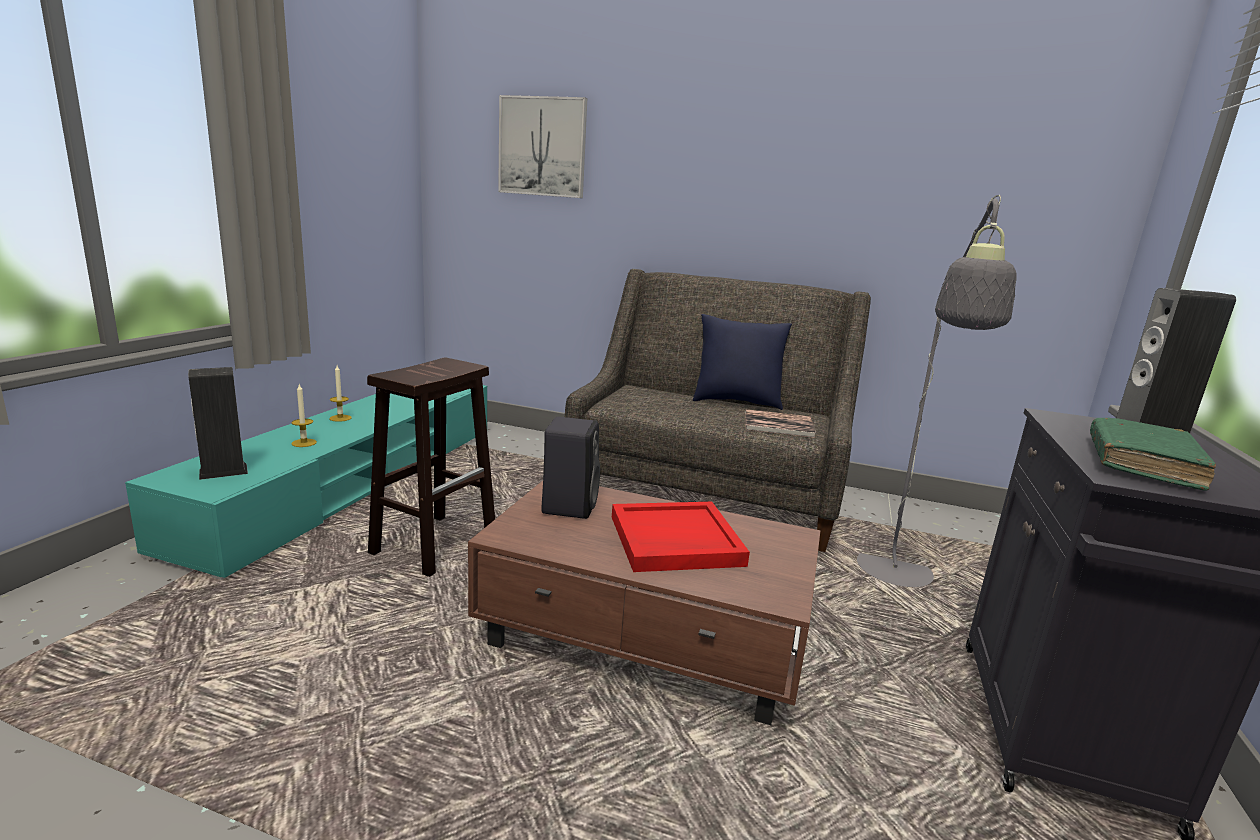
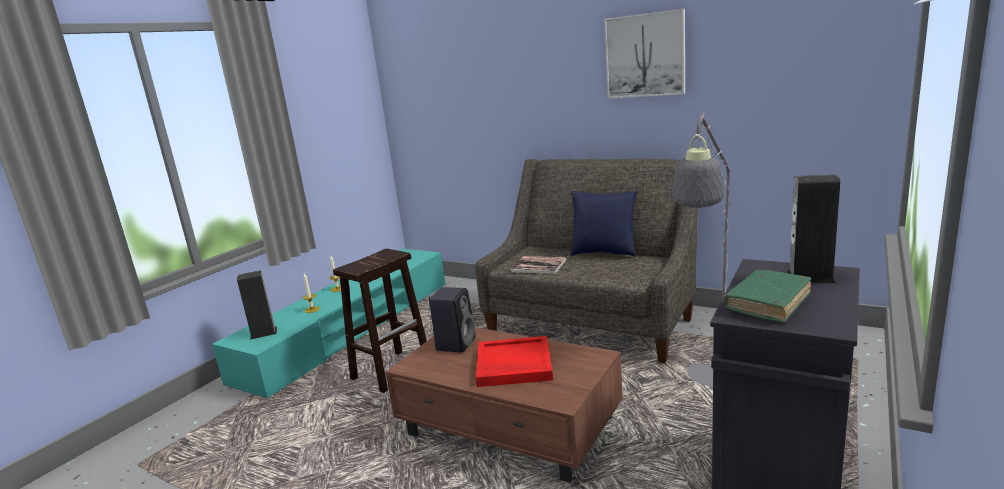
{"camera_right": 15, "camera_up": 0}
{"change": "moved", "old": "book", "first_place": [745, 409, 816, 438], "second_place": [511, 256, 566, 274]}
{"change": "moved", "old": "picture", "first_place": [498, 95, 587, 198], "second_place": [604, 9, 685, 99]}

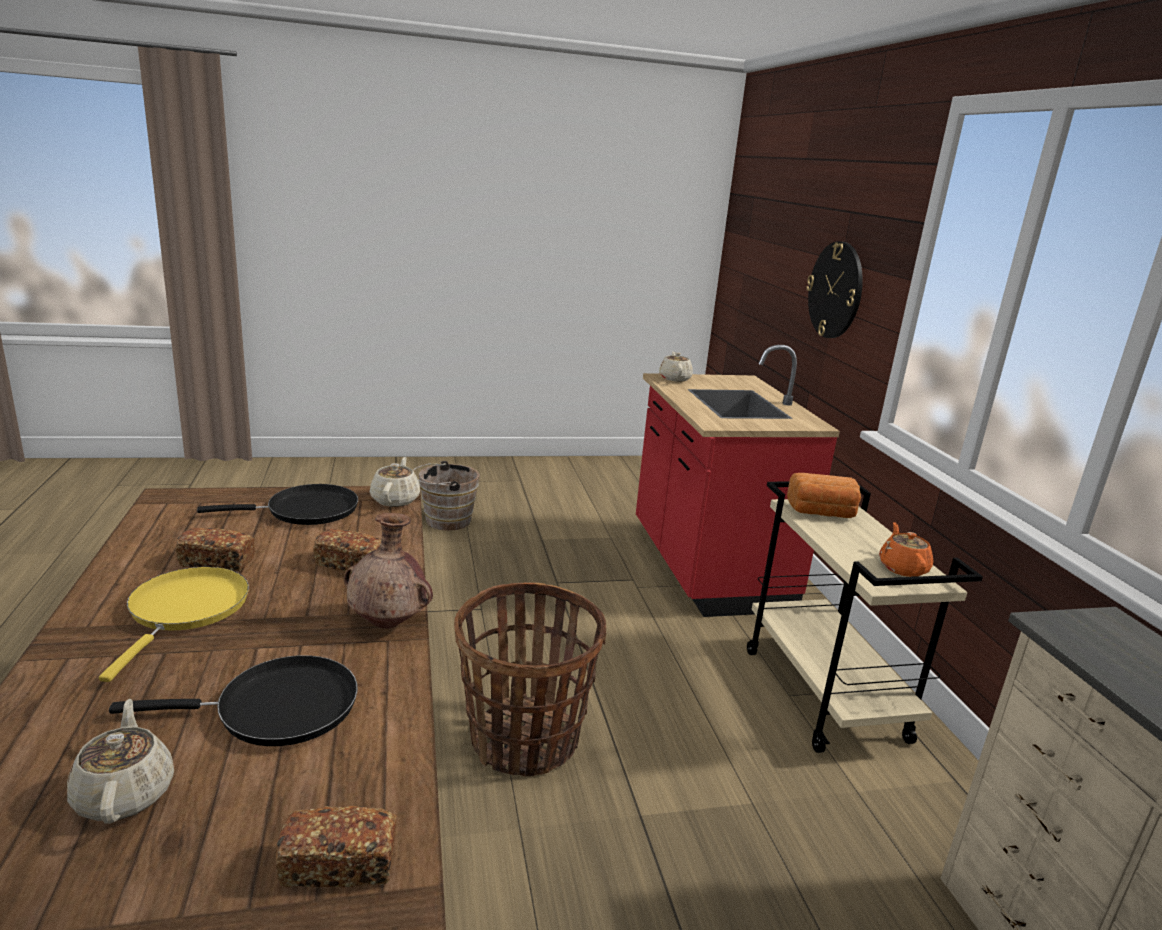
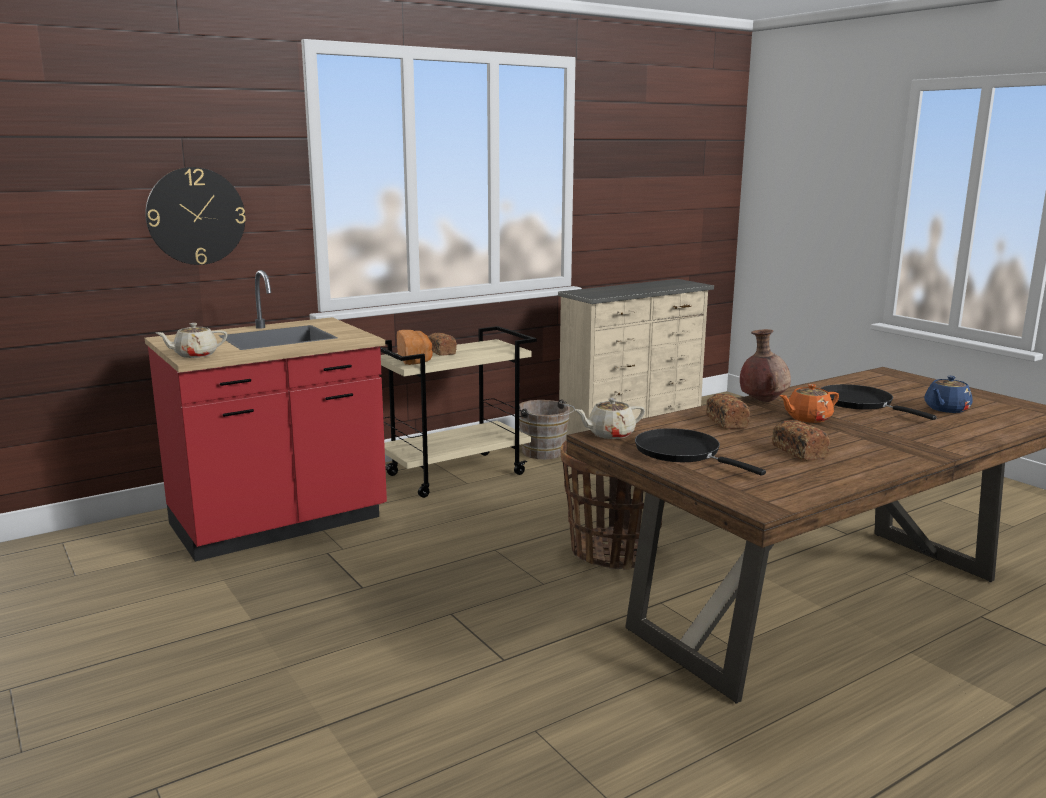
{"camera_right": -110, "camera_up": -5}
{"change": "moved", "old": "bread", "first_place": [276, 806, 397, 888], "second_place": [428, 333, 457, 356]}
{"change": "moved", "old": "brown bucket", "first_place": [413, 461, 480, 531], "second_place": [519, 399, 575, 459]}
{"change": "moved", "old": "orange teapot", "first_place": [879, 522, 933, 577], "second_place": [779, 384, 839, 423]}
{"change": "recoloured", "old": "beige teapot", "new": "blue teapot", "first_place": [67, 699, 174, 824], "second_place": [924, 376, 973, 413]}
{"change": "removed", "old": "yellow frying pan", "first_place": [99, 567, 249, 682]}

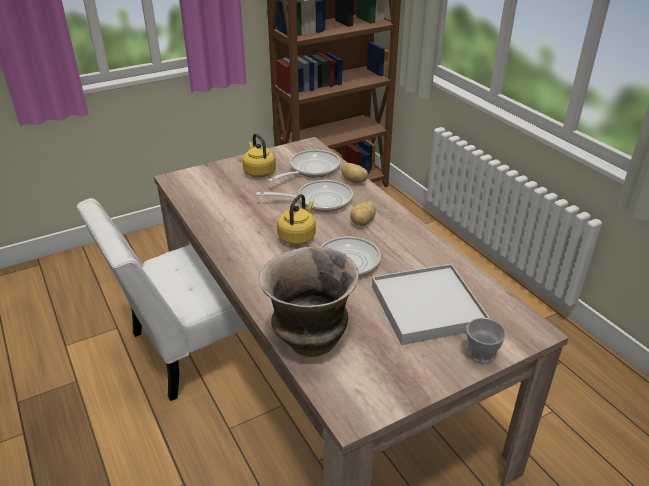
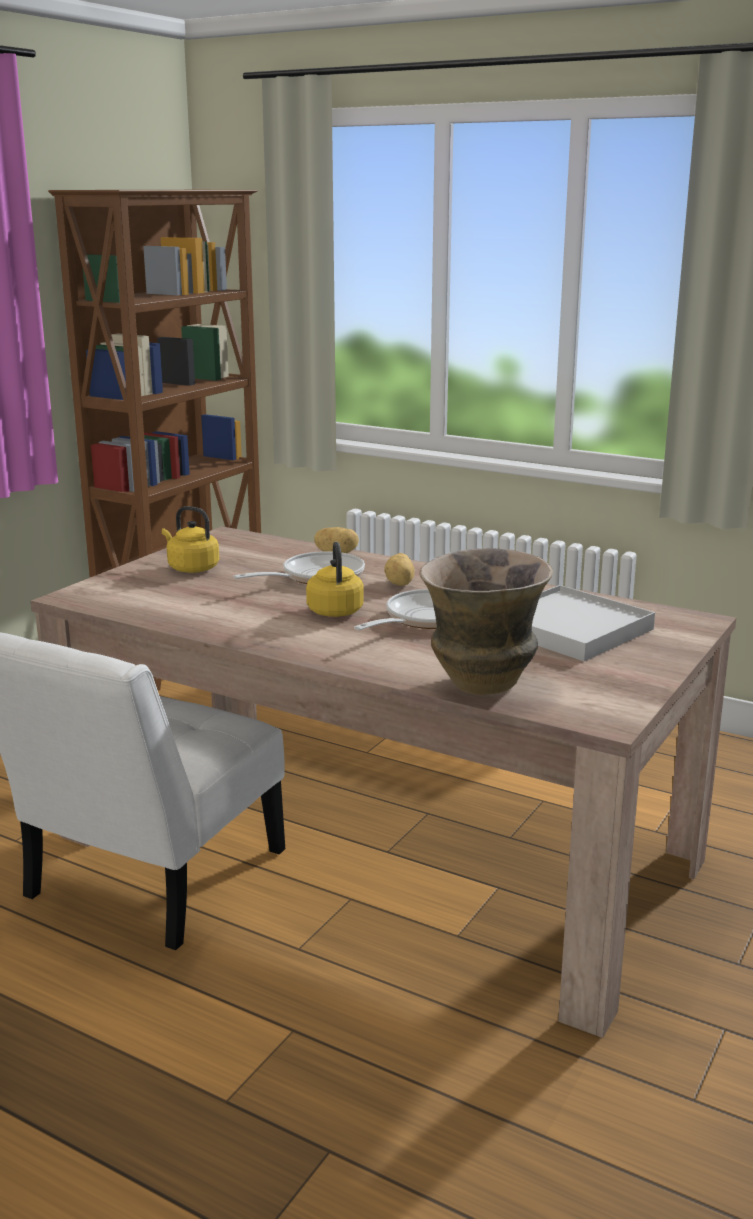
{"camera_right": -30, "camera_up": -15}
{"change": "removed", "old": "frying pan", "first_place": [268, 150, 340, 182]}
{"change": "removed", "old": "cup", "first_place": [466, 318, 506, 365]}

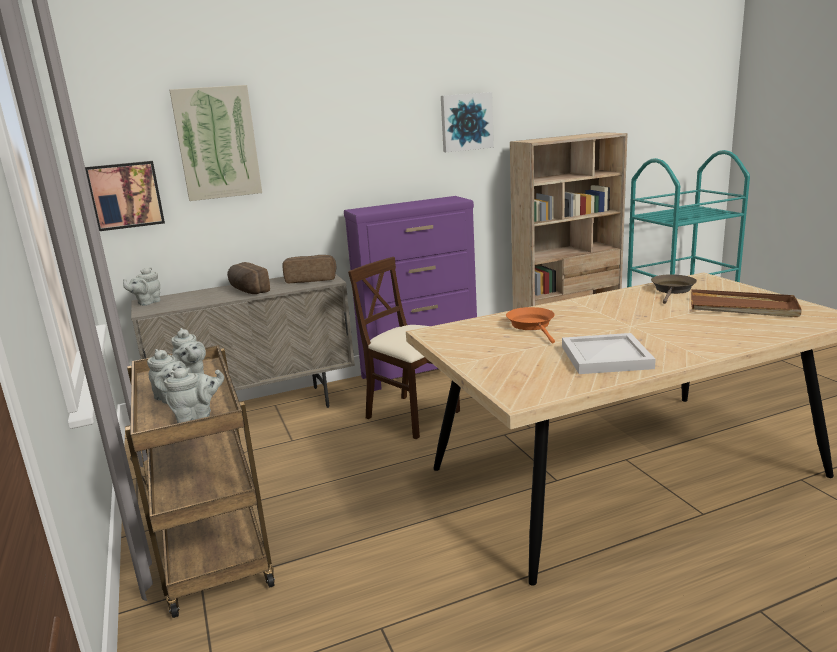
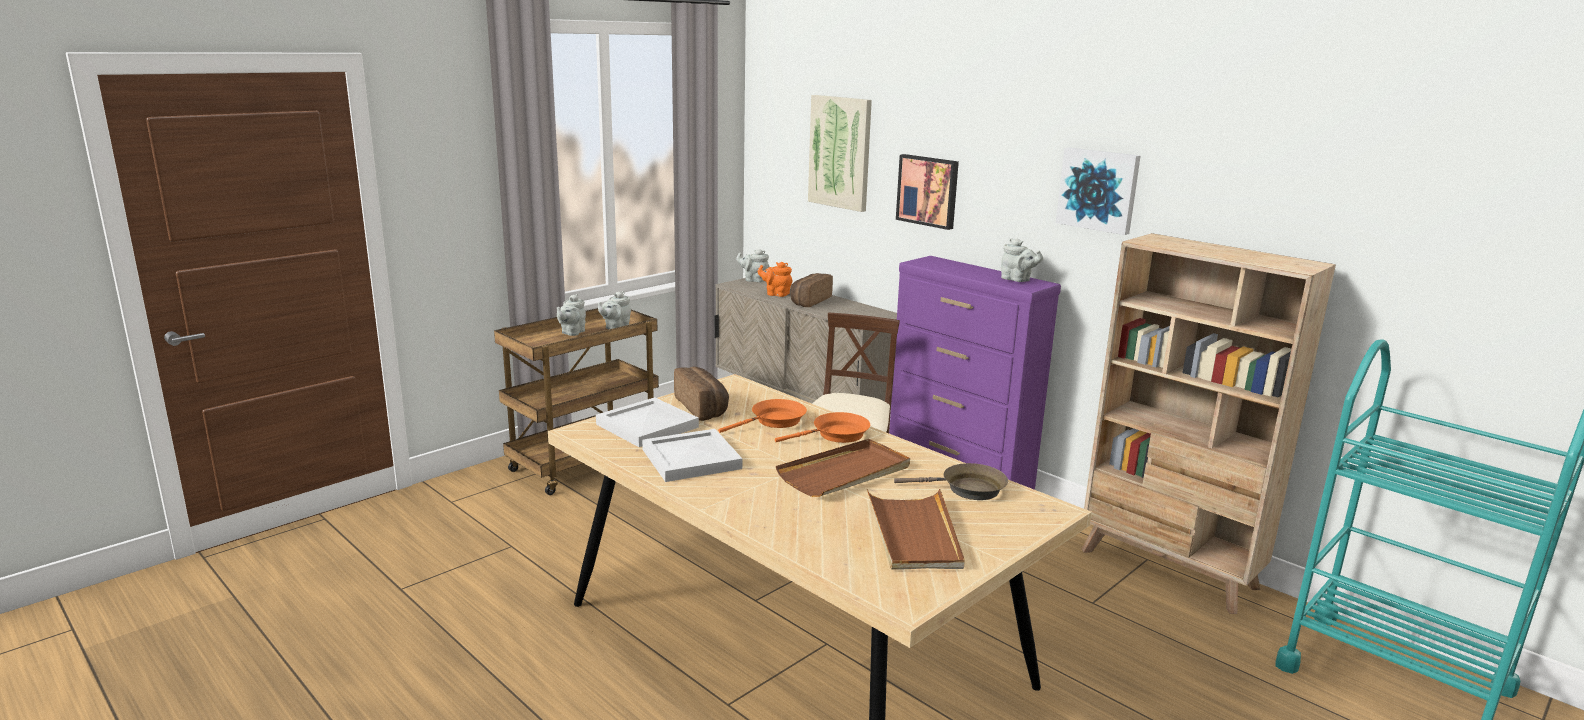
{"camera_right": 65, "camera_up": 0}
{"change": "added", "new": "white tray", "second_place": [596, 397, 699, 447]}
{"change": "moved", "old": "bread", "first_place": [283, 255, 336, 283], "second_place": [674, 366, 729, 421]}
{"change": "added", "new": "orange teapot", "second_place": [758, 262, 792, 297]}
{"change": "added", "new": "orange frying pan", "second_place": [775, 412, 870, 443]}
{"change": "added", "new": "brown tray", "second_place": [776, 439, 910, 497]}
{"change": "moved", "old": "picture", "first_place": [85, 161, 165, 231], "second_place": [896, 154, 959, 230]}
{"change": "moved", "old": "grey teapot", "first_place": [164, 368, 224, 423], "second_place": [1001, 238, 1043, 282]}

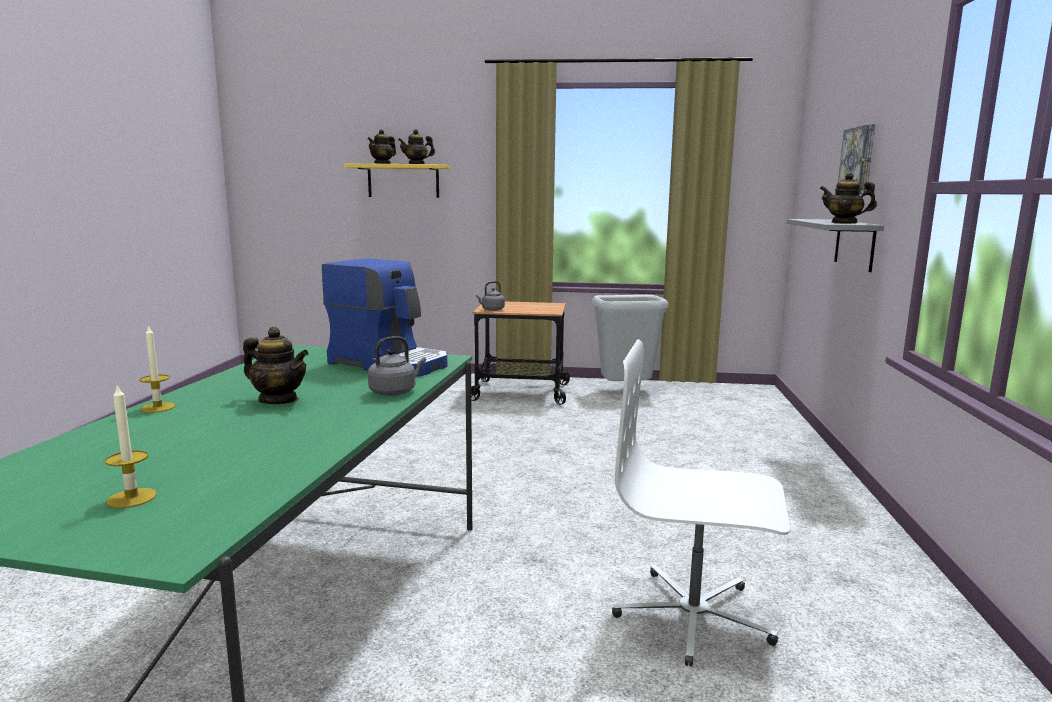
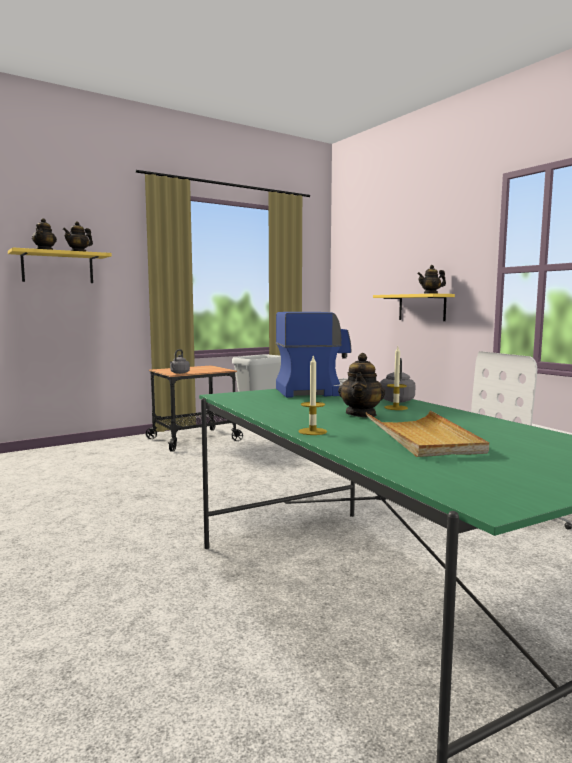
{"camera_right": -40, "camera_up": -5}
{"change": "turned", "old": "teapot", "first_place": [243, 327, 309, 404], "second_place": [338, 353, 385, 417], "degrees": 120}
{"change": "added", "new": "beige tray", "second_place": [366, 410, 489, 457]}
{"change": "recoloured", "old": "grey shelf", "new": "yellow shelf", "first_place": [786, 219, 884, 272], "second_place": [373, 293, 455, 321]}
{"change": "moved", "old": "candle", "first_place": [105, 384, 157, 508], "second_place": [384, 347, 408, 410]}
{"change": "removed", "old": "picture", "first_place": [838, 124, 875, 194]}

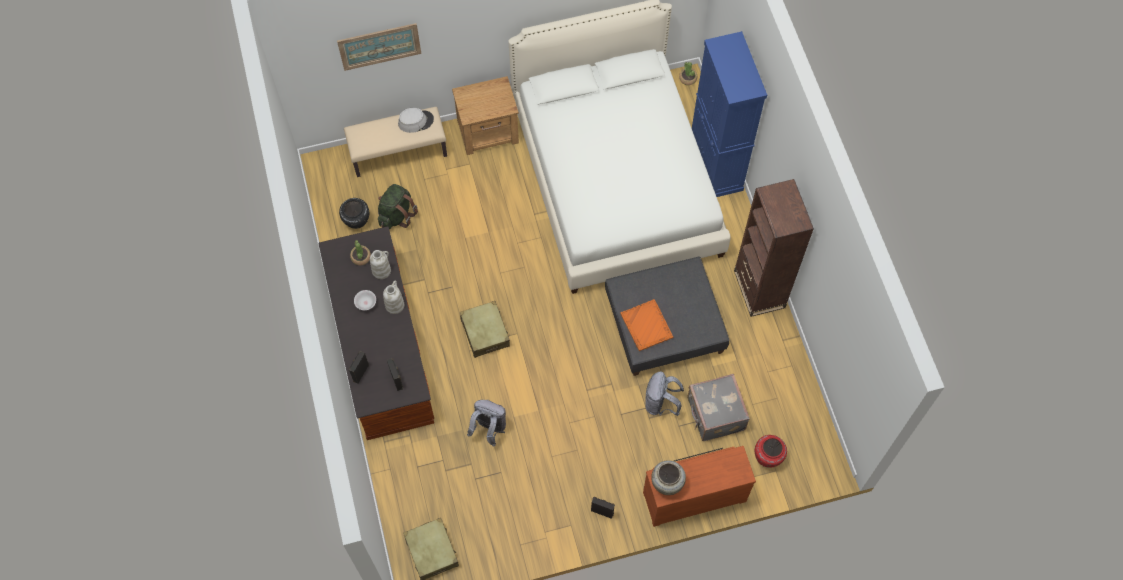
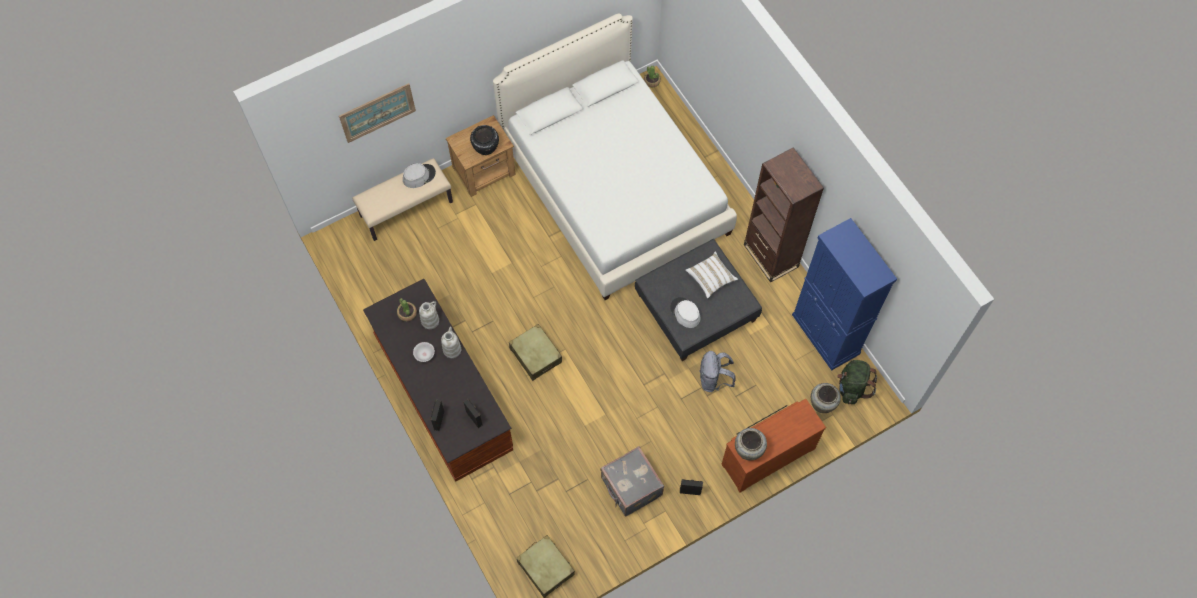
{"camera_right": -15, "camera_up": 0}
{"change": "moved", "old": "black vase", "first_place": [339, 198, 369, 229], "second_place": [470, 125, 499, 155]}
{"change": "moved", "old": "grey suitcase", "first_place": [687, 374, 750, 441], "second_place": [600, 446, 664, 517]}
{"change": "replaced", "old": "orange tray", "new": "white hat", "first_place": [620, 299, 674, 351], "second_place": [670, 297, 701, 328]}
{"change": "added", "new": "white pillow", "second_place": [685, 251, 738, 299]}
{"change": "moved", "old": "blue cabinet", "first_place": [692, 31, 767, 197], "second_place": [792, 218, 897, 371]}
{"change": "recoloured", "old": "red vase", "new": "beige vase", "first_place": [755, 435, 787, 468], "second_place": [811, 383, 841, 413]}
{"change": "moved", "old": "green backpack", "first_place": [378, 184, 418, 229], "second_place": [837, 360, 877, 404]}
{"change": "removed", "old": "grey backpack", "first_place": [467, 400, 506, 446]}

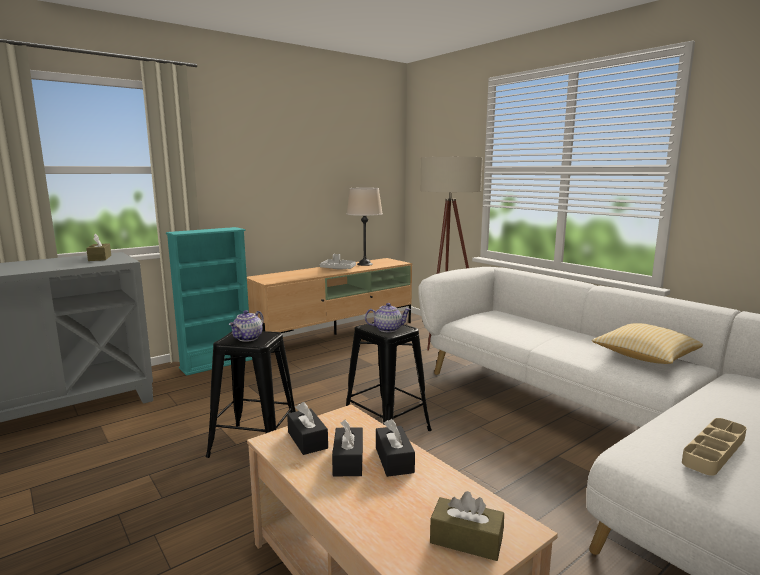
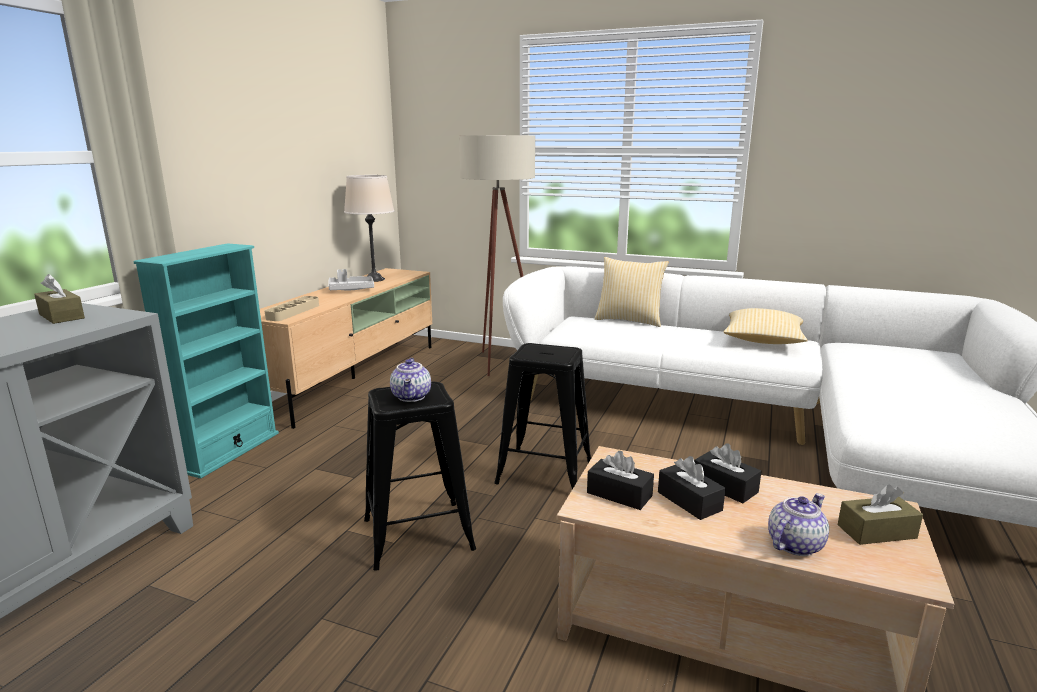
{"camera_right": -30, "camera_up": 5}
{"change": "moved", "old": "beige tray", "first_place": [682, 418, 747, 476], "second_place": [264, 296, 319, 321]}
{"change": "added", "new": "pillow", "second_place": [595, 257, 669, 327]}
{"change": "moved", "old": "teapot", "first_place": [365, 303, 411, 332], "second_place": [768, 493, 829, 556]}

